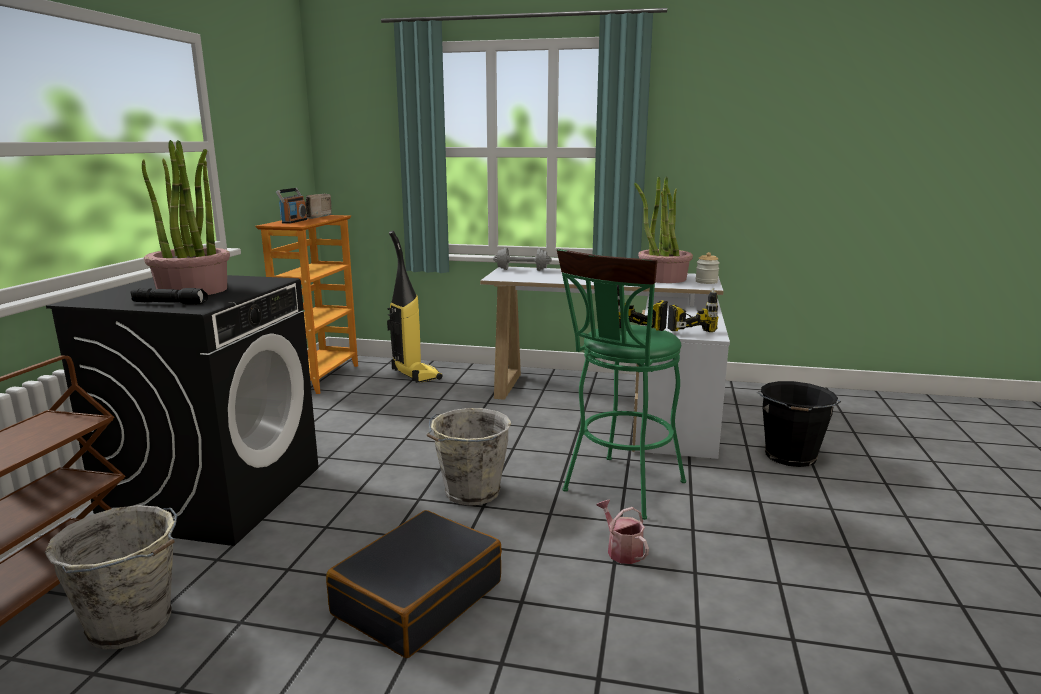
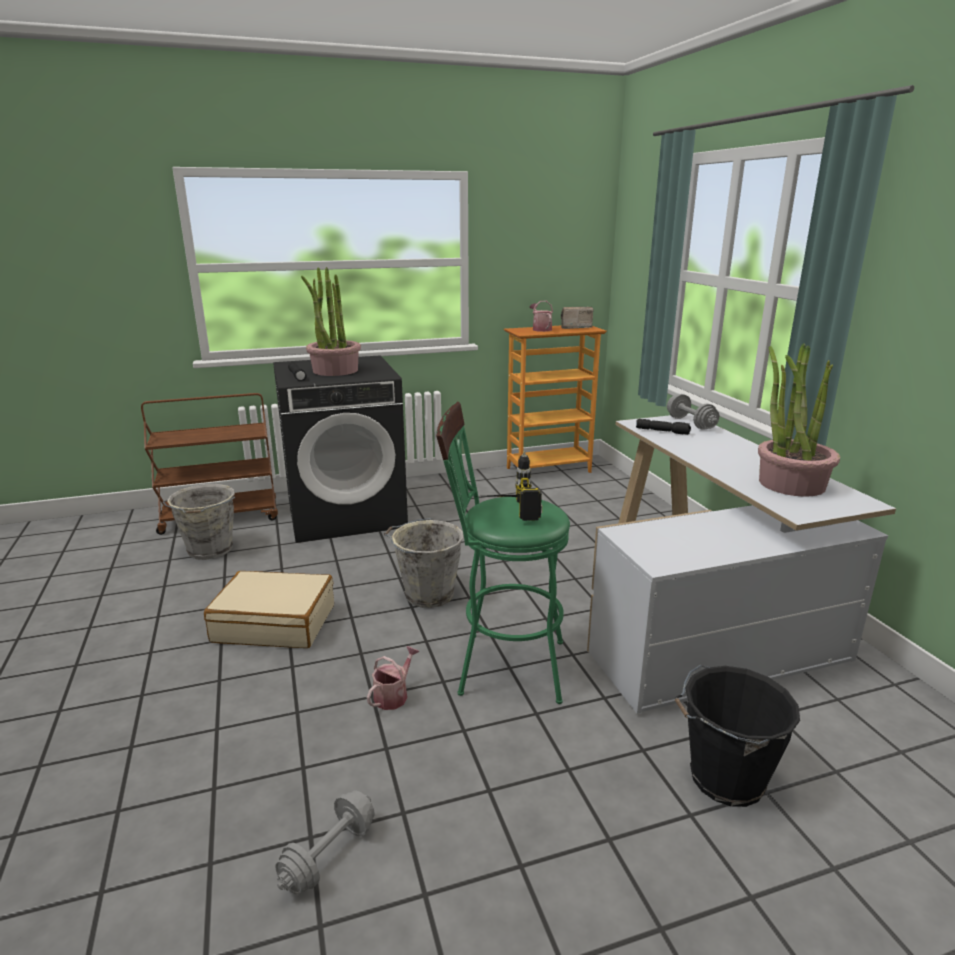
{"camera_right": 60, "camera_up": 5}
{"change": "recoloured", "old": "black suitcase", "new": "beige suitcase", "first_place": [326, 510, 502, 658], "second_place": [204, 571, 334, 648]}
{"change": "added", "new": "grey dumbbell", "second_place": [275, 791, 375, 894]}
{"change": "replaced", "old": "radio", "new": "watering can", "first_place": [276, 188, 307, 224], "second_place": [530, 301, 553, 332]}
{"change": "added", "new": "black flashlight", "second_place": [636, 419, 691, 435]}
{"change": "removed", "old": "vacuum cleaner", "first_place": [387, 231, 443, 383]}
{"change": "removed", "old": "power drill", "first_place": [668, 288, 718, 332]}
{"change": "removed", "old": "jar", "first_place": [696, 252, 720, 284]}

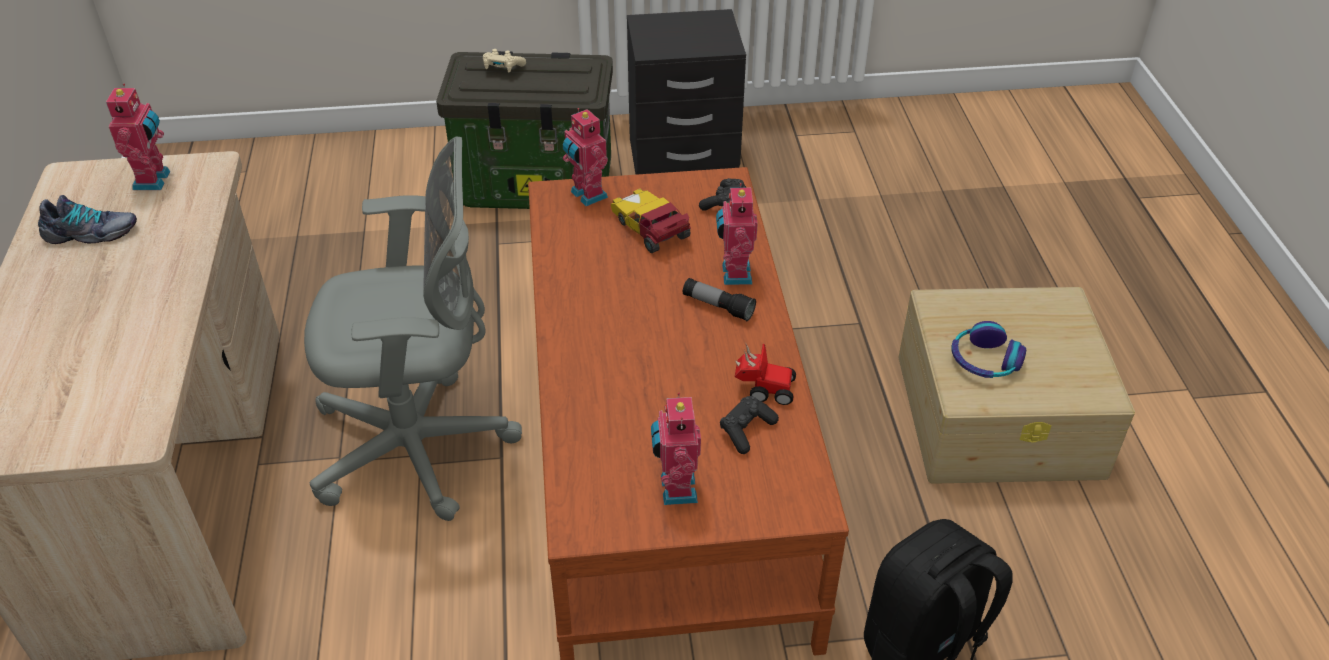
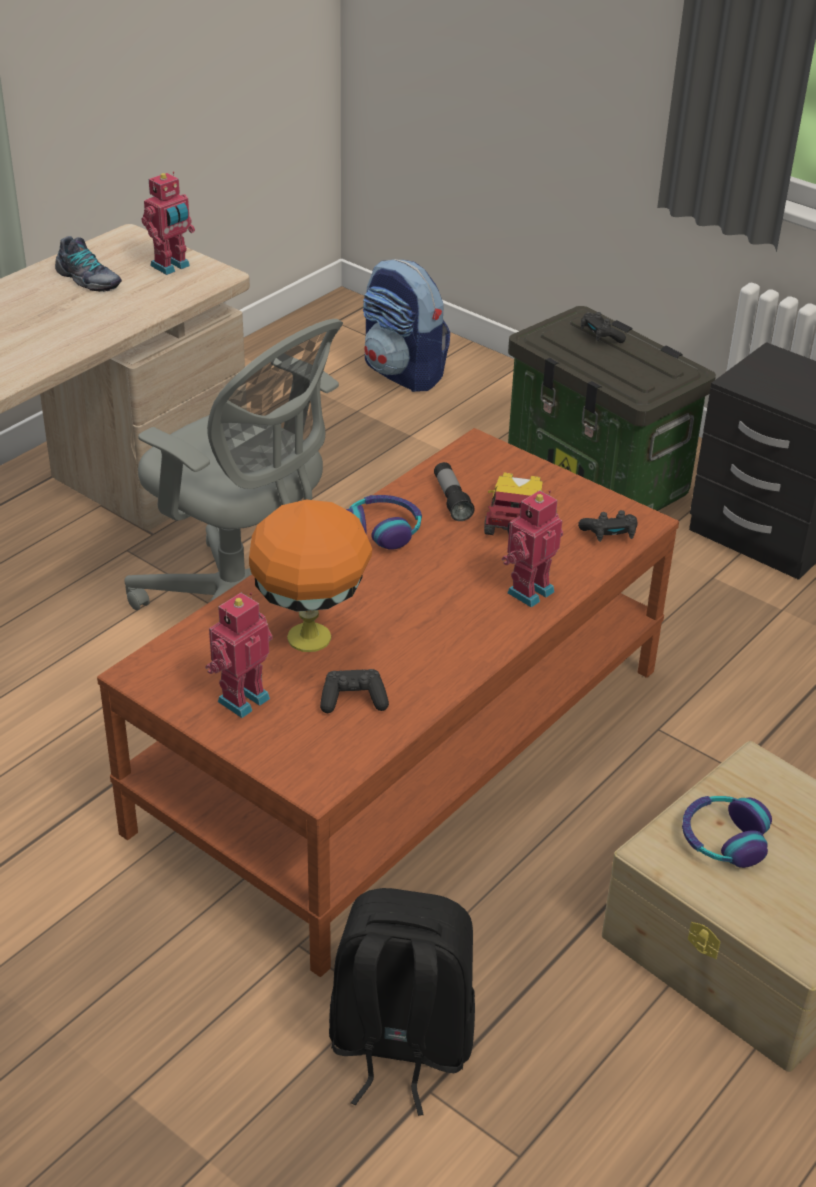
{"camera_right": 45, "camera_up": -5}
{"change": "added", "new": "orange table lamp", "second_place": [249, 499, 372, 652]}
{"change": "added", "new": "headphones", "second_place": [346, 495, 422, 550]}
{"change": "added", "new": "backpack", "second_place": [363, 259, 450, 392]}
{"change": "moved", "old": "flashlight", "first_place": [683, 278, 756, 321], "second_place": [434, 462, 475, 521]}
{"change": "recoloured", "old": "beige game controller", "new": "black game controller", "first_place": [483, 49, 526, 72], "second_place": [581, 312, 626, 343]}
{"change": "removed", "old": "toy robot", "first_place": [563, 108, 608, 206]}
{"change": "removed", "old": "toy car", "first_place": [735, 342, 796, 405]}

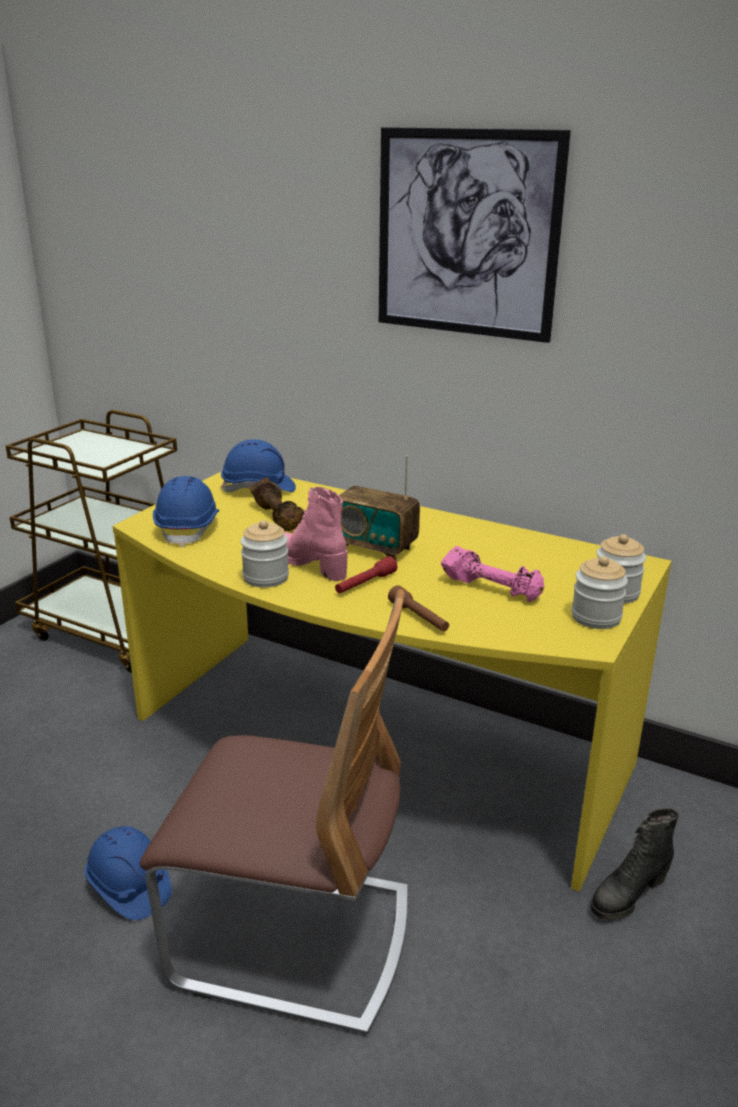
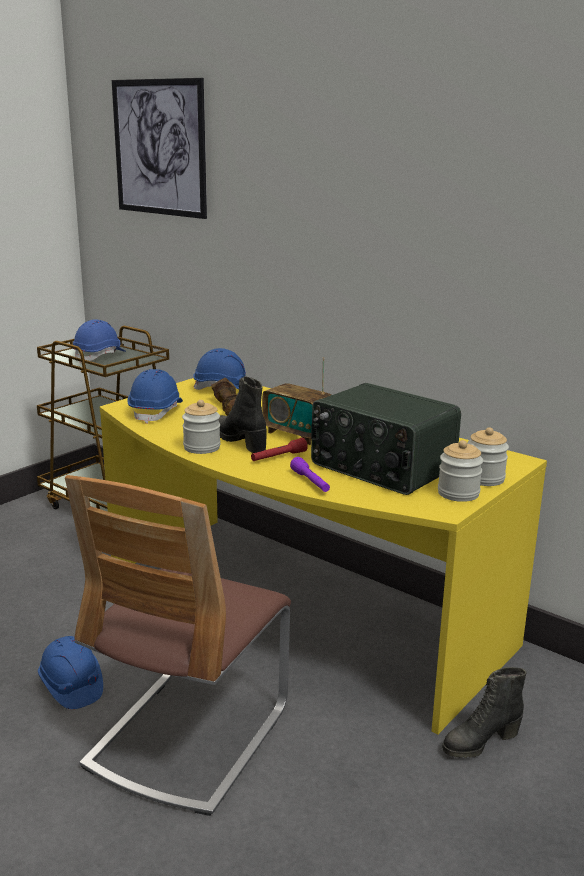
{"camera_right": 10, "camera_up": -5}
{"change": "turned", "old": "chair", "first_place": [140, 589, 408, 1034], "second_place": [65, 475, 291, 816], "degrees": 90}
{"change": "added", "new": "blue hard hat", "second_place": [73, 319, 126, 363]}
{"change": "moved", "old": "picture", "first_place": [379, 127, 571, 343], "second_place": [112, 78, 207, 219]}
{"change": "recoloured", "old": "pink boot", "new": "black boot", "first_place": [284, 487, 348, 581], "second_place": [218, 376, 267, 453]}
{"change": "recoloured", "old": "brown flashlight", "new": "purple flashlight", "first_place": [388, 585, 449, 632], "second_place": [290, 457, 330, 492]}
{"change": "replaced", "old": "pink dumbbell", "new": "radio", "first_place": [441, 546, 544, 602], "second_place": [311, 383, 461, 495]}

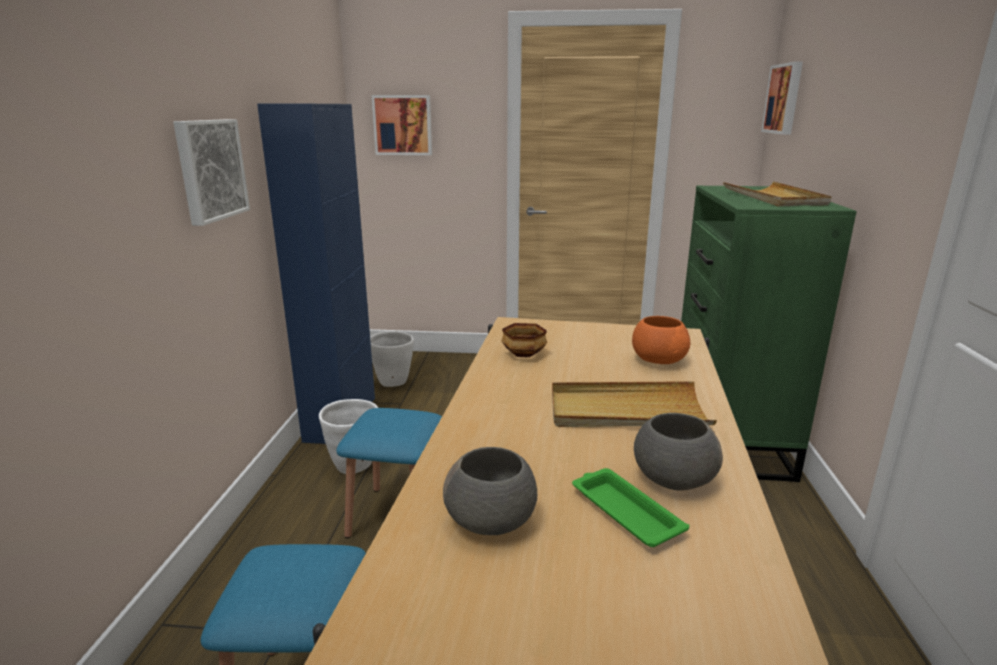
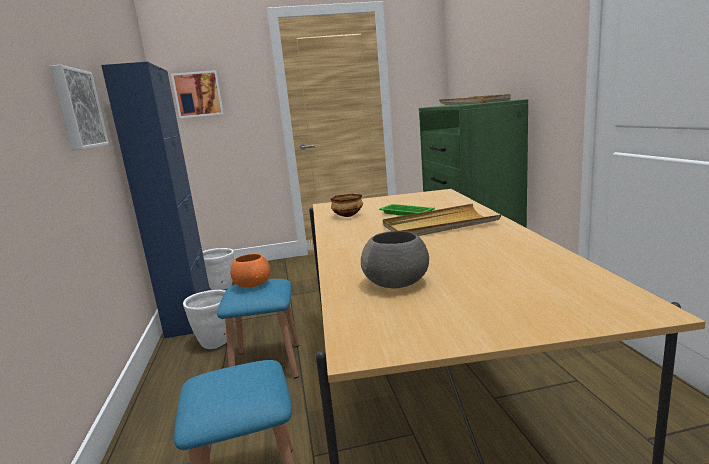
{"camera_right": -15, "camera_up": -5}
{"change": "moved", "old": "orange bowl", "first_place": [632, 316, 690, 364], "second_place": [230, 254, 270, 287]}
{"change": "moved", "old": "green tray", "first_place": [572, 468, 689, 547], "second_place": [379, 204, 435, 216]}
{"change": "removed", "old": "grey bowl", "first_place": [634, 413, 723, 491]}
{"change": "removed", "old": "picture", "first_place": [761, 62, 803, 135]}

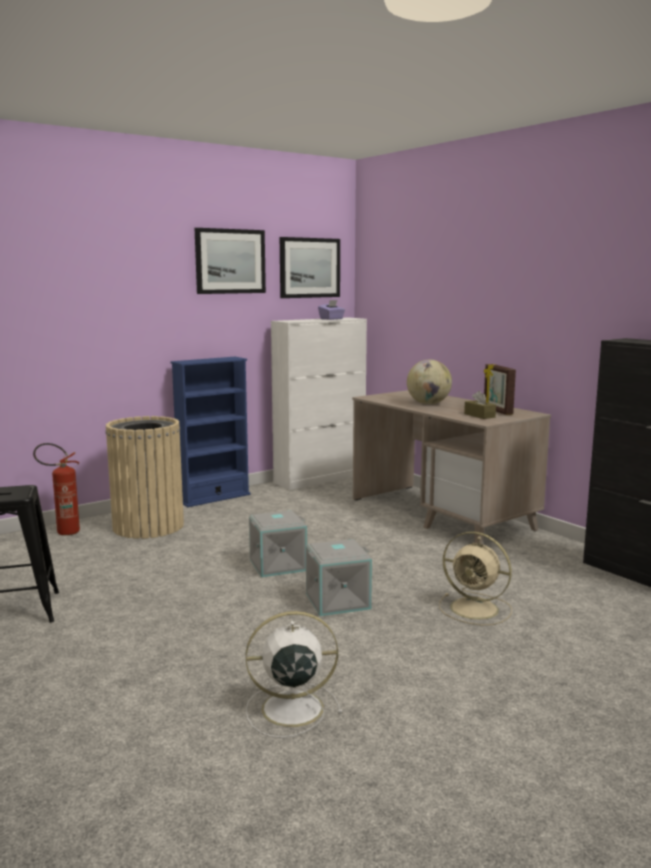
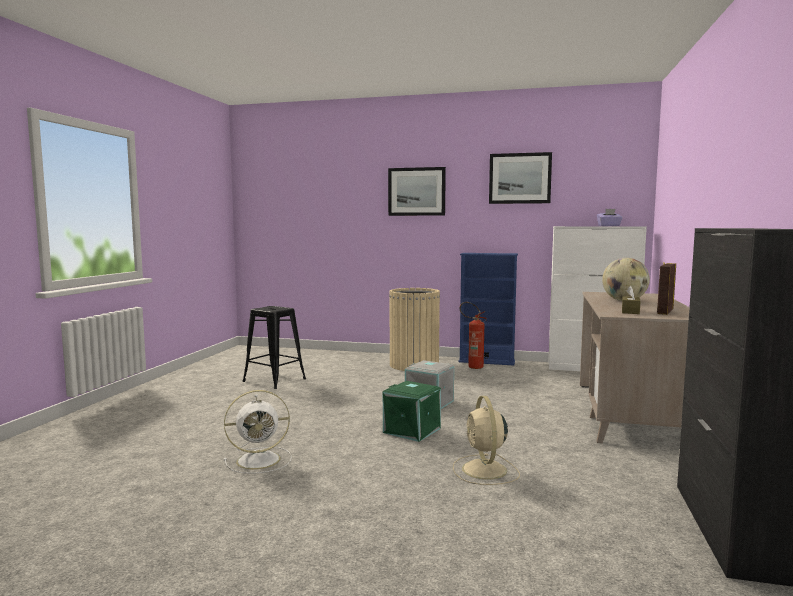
{"camera_right": 50, "camera_up": -5}
{"change": "turned", "old": "white fan", "first_place": [246, 611, 343, 738], "second_place": [224, 390, 292, 474], "degrees": 120}
{"change": "recoloured", "old": "grey storage box", "new": "green storage box", "first_place": [306, 539, 372, 616], "second_place": [383, 381, 441, 442]}
{"change": "moved", "old": "picture", "first_place": [280, 237, 340, 298], "second_place": [388, 167, 446, 216]}
{"change": "moved", "old": "fire extinguisher", "first_place": [33, 443, 80, 535], "second_place": [459, 302, 487, 369]}

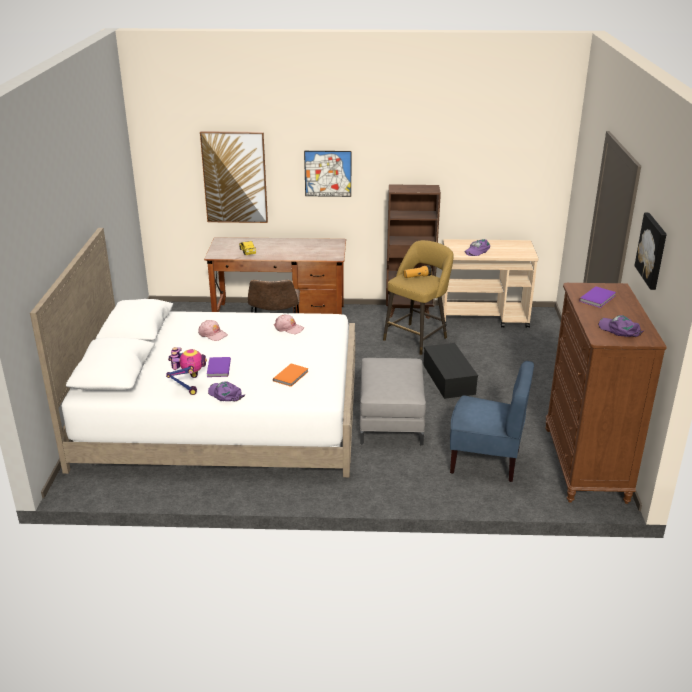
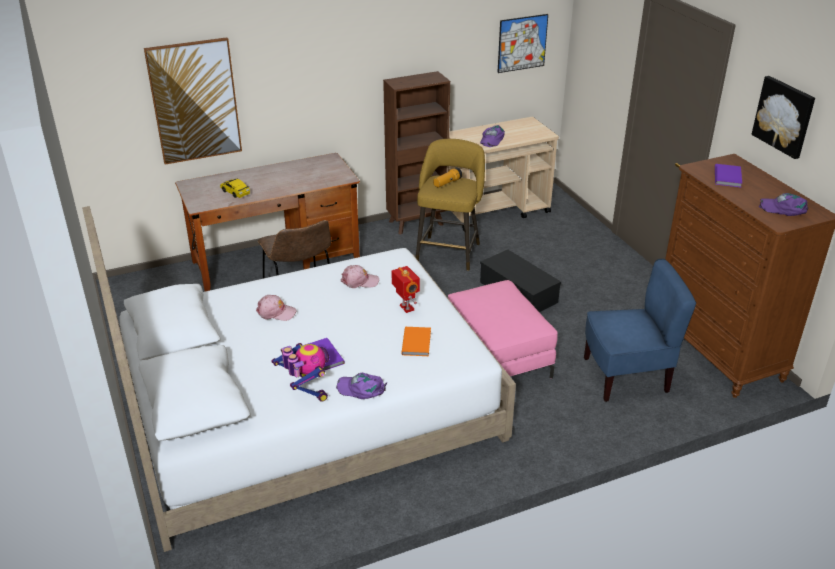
{"camera_right": -25, "camera_up": 5}
{"change": "added", "new": "toy robot", "second_place": [391, 266, 420, 313]}
{"change": "recoloured", "old": "grey ottoman", "new": "pink ottoman", "first_place": [360, 358, 426, 446], "second_place": [448, 280, 558, 379]}
{"change": "moved", "old": "picture", "first_place": [304, 151, 351, 197], "second_place": [497, 14, 548, 73]}

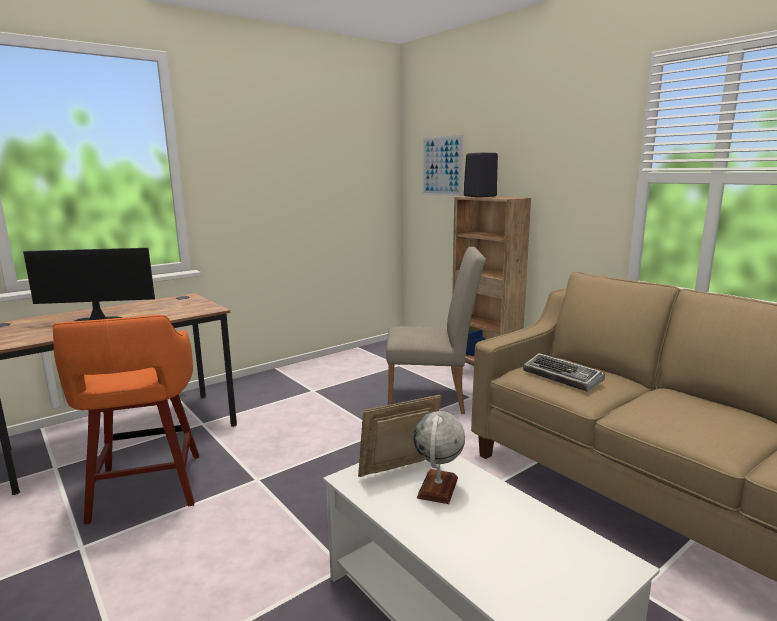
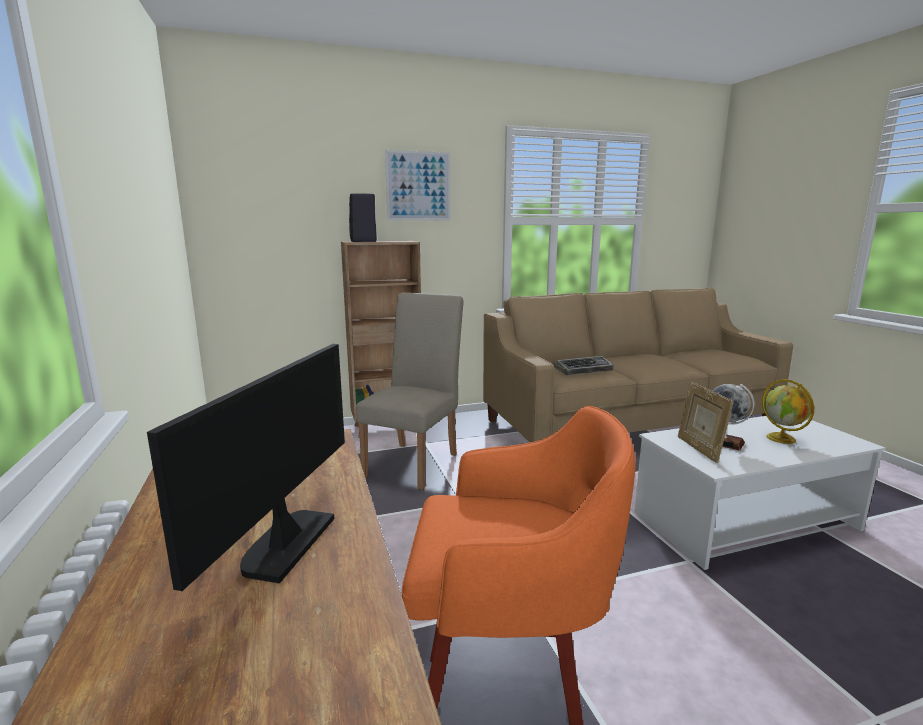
{"camera_right": -70, "camera_up": 0}
{"change": "moved", "old": "picture", "first_place": [422, 135, 464, 196], "second_place": [385, 150, 451, 220]}
{"change": "added", "new": "globe", "second_place": [762, 379, 814, 444]}

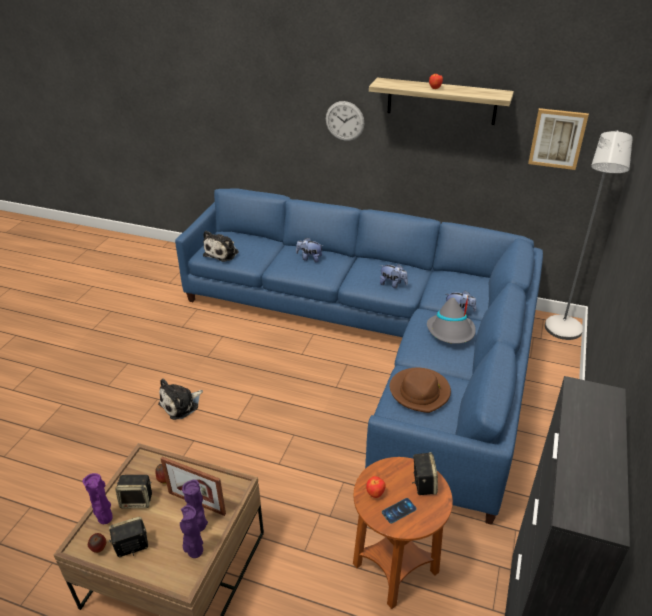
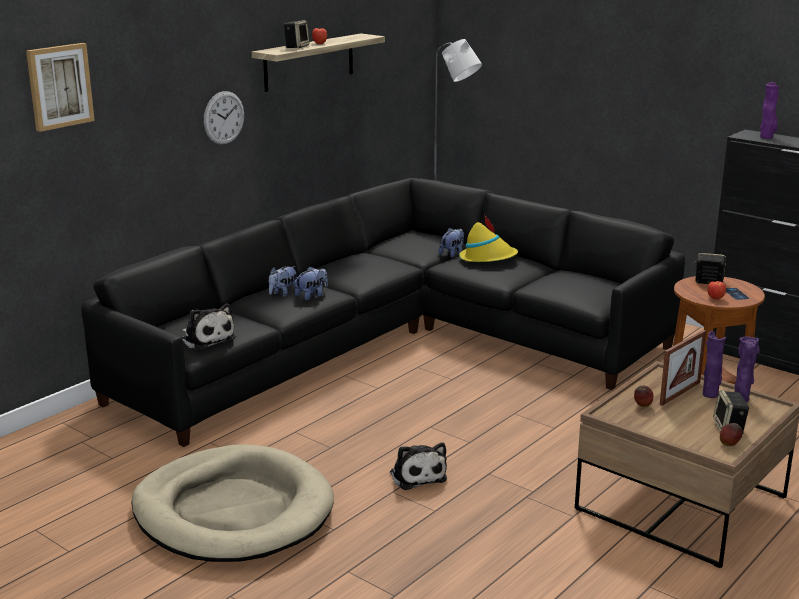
{"camera_right": -70, "camera_up": -15}
{"change": "moved", "old": "picture", "first_place": [528, 108, 589, 170], "second_place": [26, 43, 95, 132]}
{"change": "recoloured", "old": "blue sofa", "new": "black sofa", "first_place": [175, 188, 543, 525], "second_place": [81, 178, 685, 447]}
{"change": "added", "new": "beige dog bed", "second_place": [131, 444, 334, 562]}
{"change": "moved", "old": "speaker", "first_place": [115, 475, 152, 508], "second_place": [283, 20, 310, 48]}
{"change": "moved", "old": "plush toy", "first_place": [380, 264, 408, 288], "second_place": [295, 267, 328, 301]}
{"change": "recoloured", "old": "grey hat", "new": "yellow hat", "first_place": [427, 297, 476, 344], "second_place": [459, 214, 518, 262]}
{"change": "moved", "old": "purple vase", "first_place": [82, 473, 113, 524], "second_place": [760, 82, 779, 139]}
{"change": "removed", "old": "brown hat", "first_place": [390, 368, 451, 413]}

